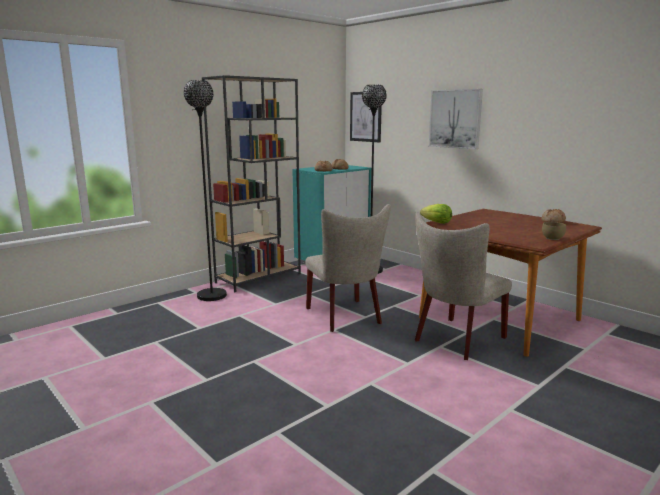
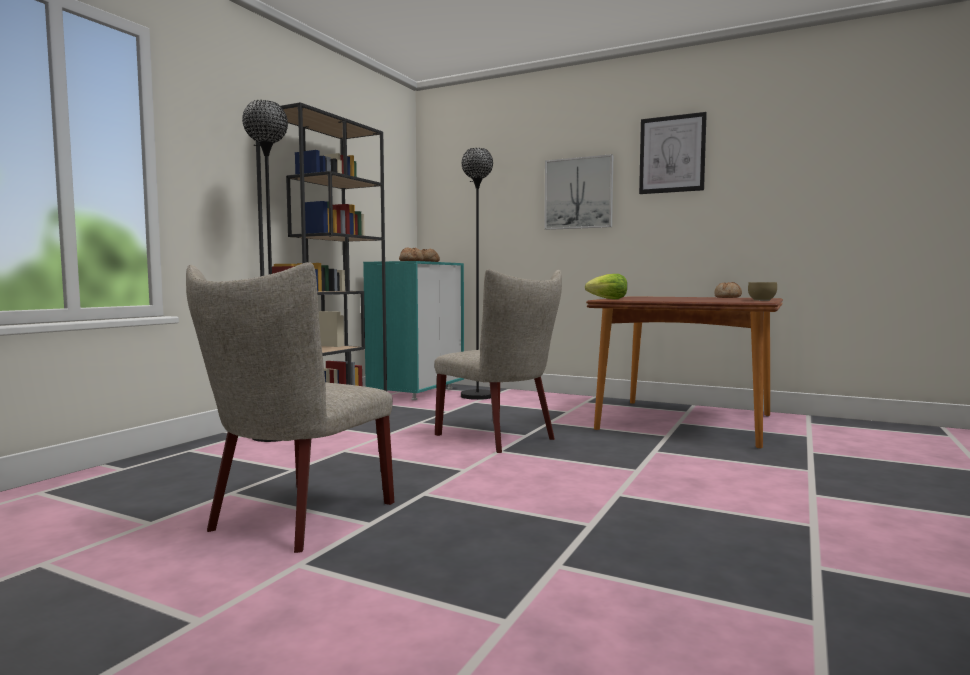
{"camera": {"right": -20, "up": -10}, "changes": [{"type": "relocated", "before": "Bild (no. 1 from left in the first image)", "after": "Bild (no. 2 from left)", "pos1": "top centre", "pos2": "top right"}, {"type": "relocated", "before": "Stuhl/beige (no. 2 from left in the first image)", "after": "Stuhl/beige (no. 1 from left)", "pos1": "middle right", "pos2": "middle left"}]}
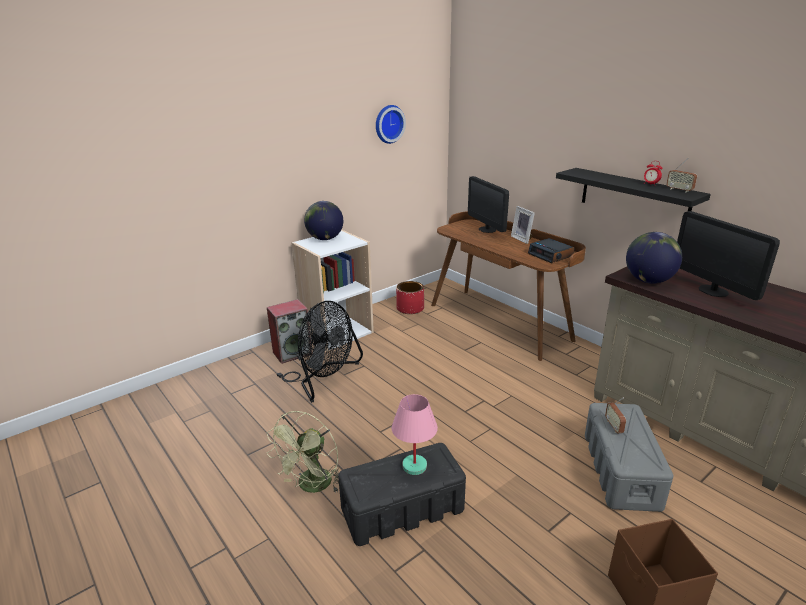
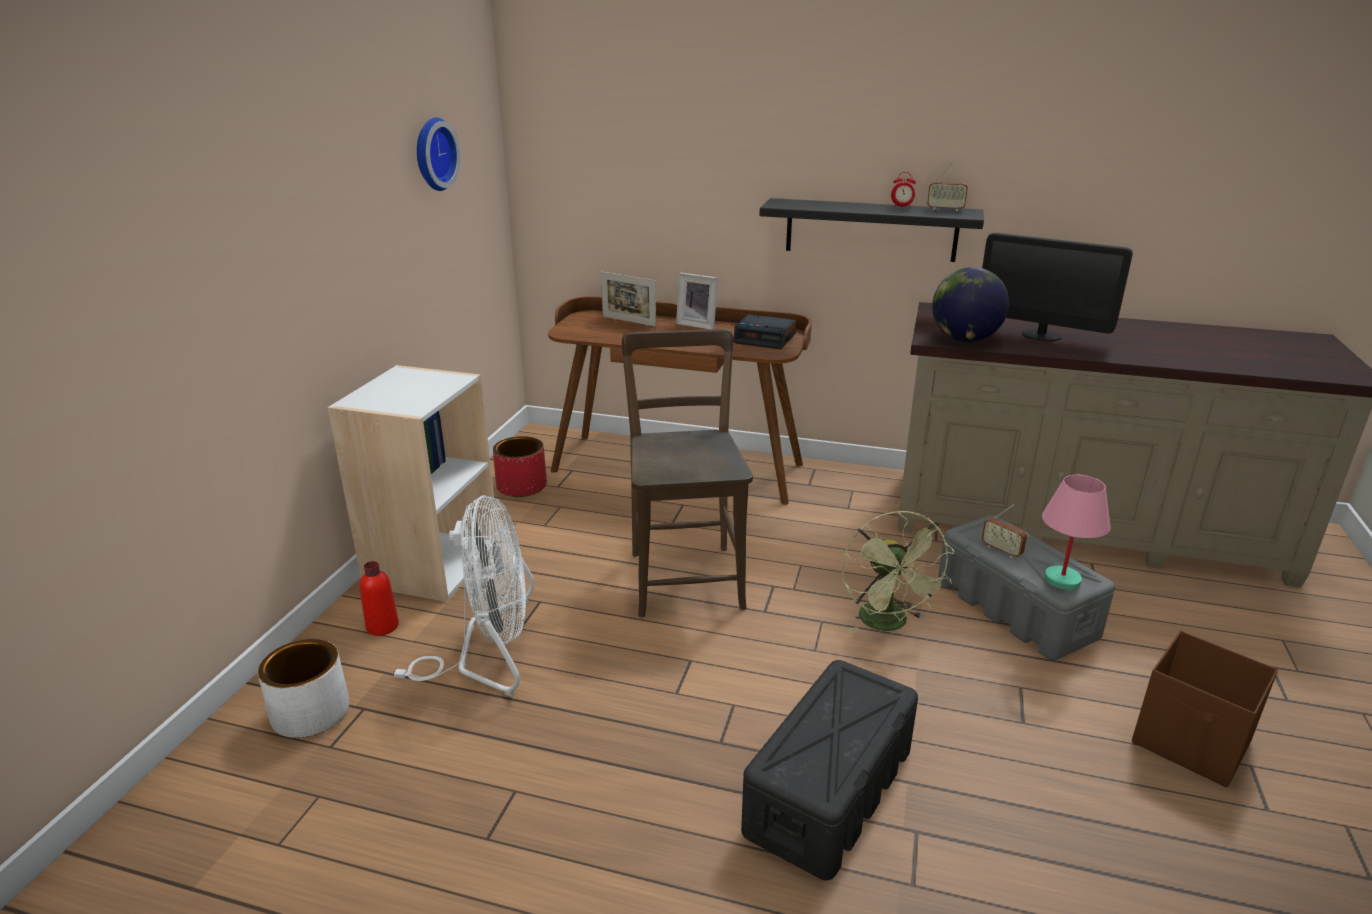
{"camera": {"right": -35, "up": 0}, "changes": [{"type": "exchanged", "before": "Monitor (no. 1 from left)", "after": "Bilderrahmen (no. 1 from left)", "pos1": "centre", "pos2": "top centre"}, {"type": "missing", "before": "Globus (no. 1 from left)", "pos1": "centre"}, {"type": "exchanged", "before": "Lautsprecher", "after": "Flasche/rot", "pos1": "centre", "pos2": "middle left"}, {"type": "colour", "before": "Ventilator/schwarz", "after": "Ventilator/weiß", "pos1": "centre", "pos2": "centre"}, {"type": "relocated", "before": "Tischlampe/rosa", "pos1": "bottom centre", "pos2": "middle right"}, {"type": "relocated", "before": "Ventilator/grün", "pos1": "bottom centre", "pos2": "centre"}, {"type": "appeared", "after": "Stuhl/braun", "pos2": "centre"}, {"type": "appeared", "after": "Pflanzkübel/weiß", "pos2": "bottom left"}]}
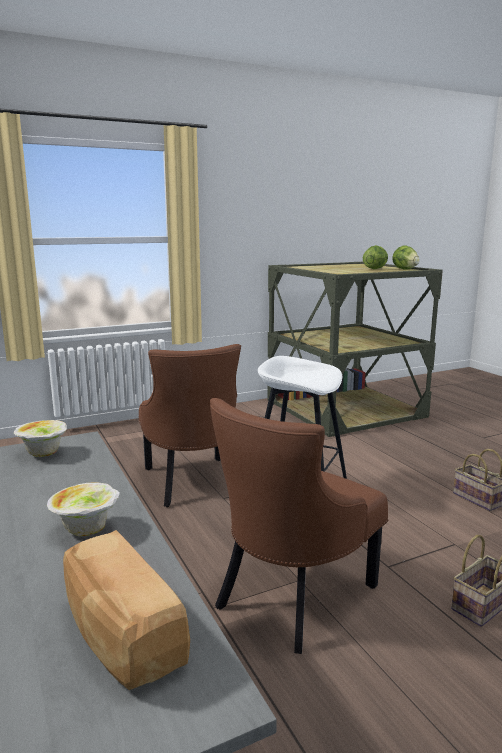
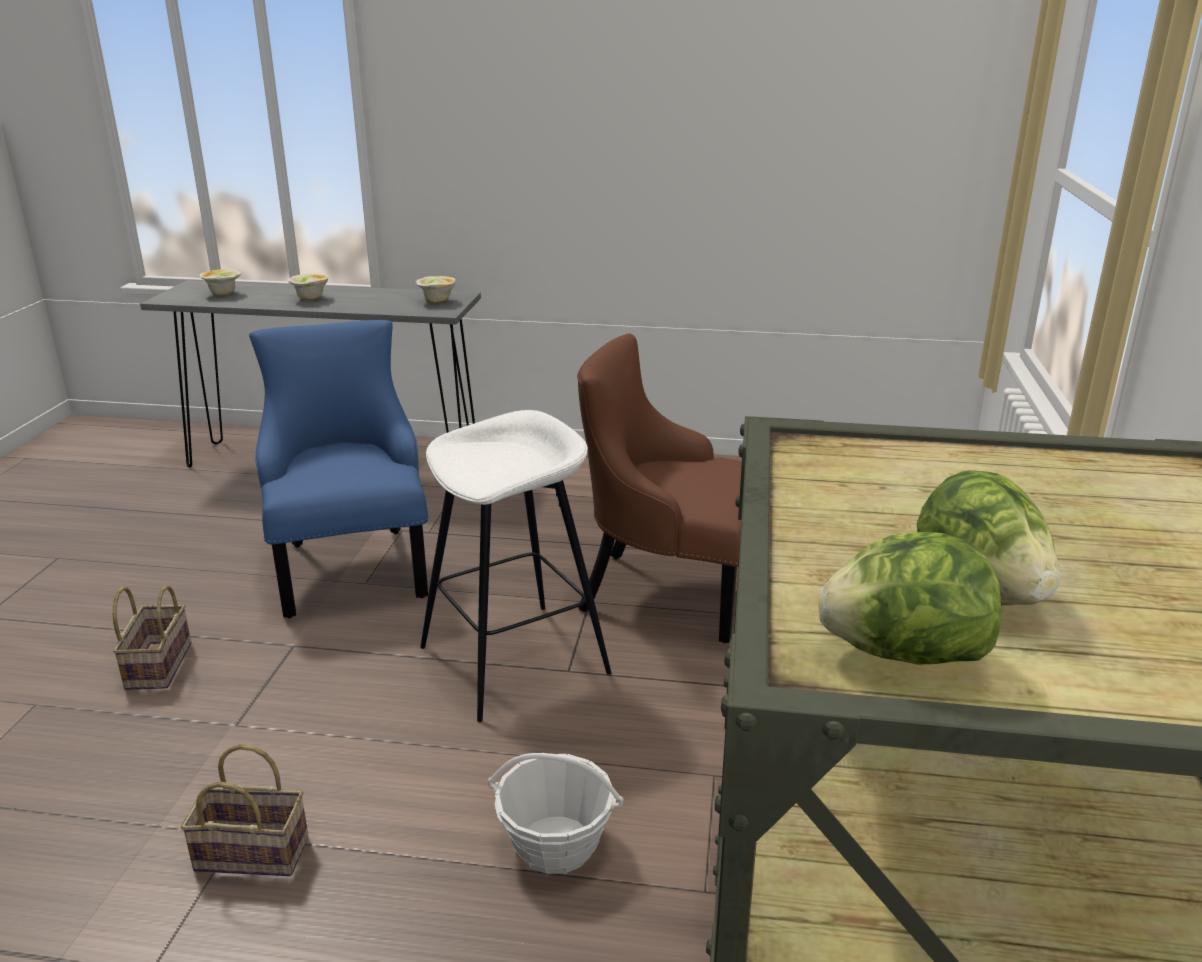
{"camera": {"right": 125, "up": 10}, "changes": [{"type": "colour", "before": "Stuhl/braun (no. 2 from left)", "after": "Stuhl/blau", "pos1": "bottom centre", "pos2": "middle left"}, {"type": "exchanged", "before": "Brot", "after": "Schüssel (no. 1 from left)", "pos1": "bottom left", "pos2": "top left"}, {"type": "appeared", "after": "Korb (no. 3 from left)", "pos2": "bottom centre"}]}
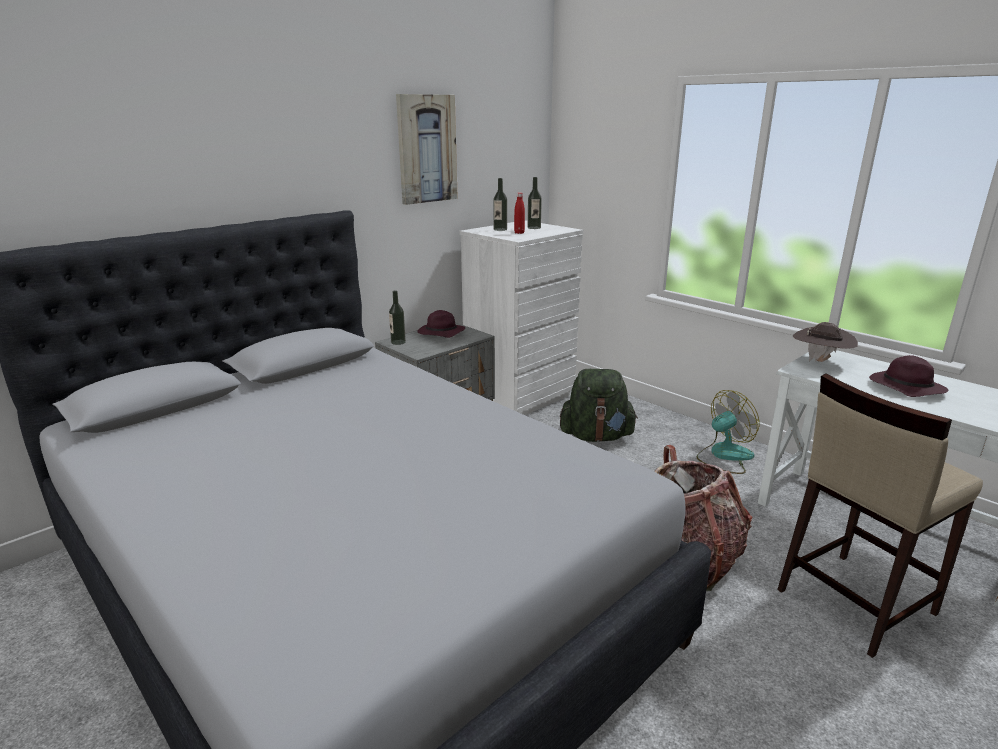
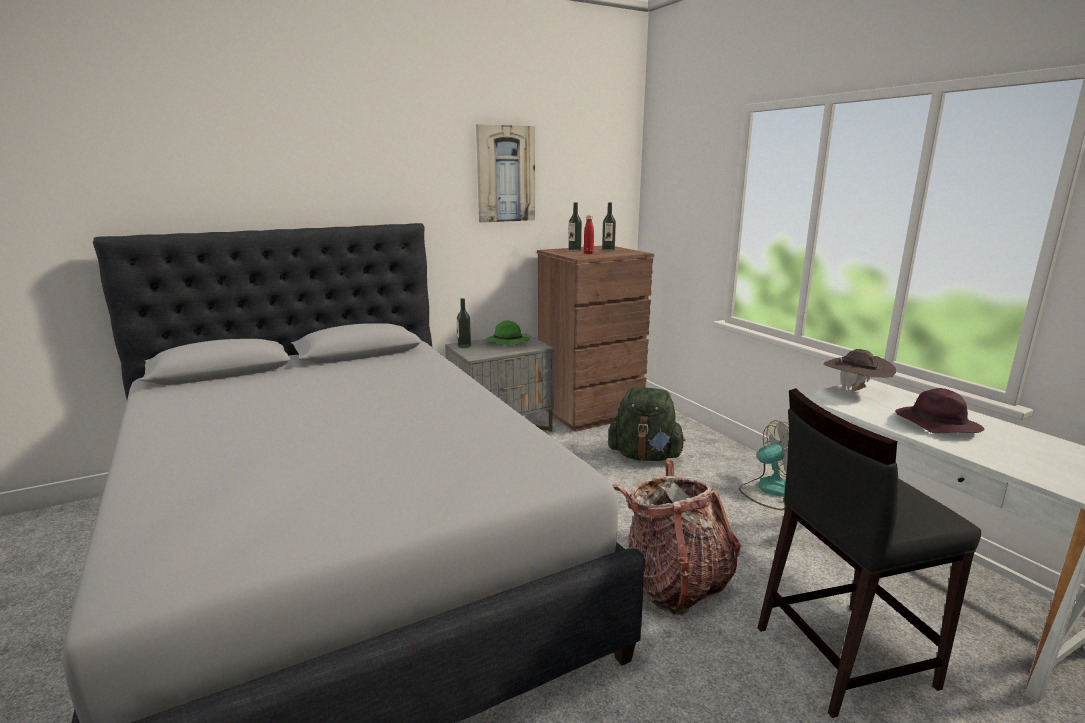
{"camera": {"right": 15, "up": -5}, "changes": [{"type": "colour", "before": "Kommode/weiß", "after": "Kommode/braun", "pos1": "centre", "pos2": "centre"}, {"type": "colour", "before": "Hut/lila (no. 1 from left)", "after": "Hut/grün", "pos1": "centre", "pos2": "centre"}, {"type": "colour", "before": "Hocker/beige", "after": "Hocker/schwarz", "pos1": "bottom right", "pos2": "bottom right"}]}
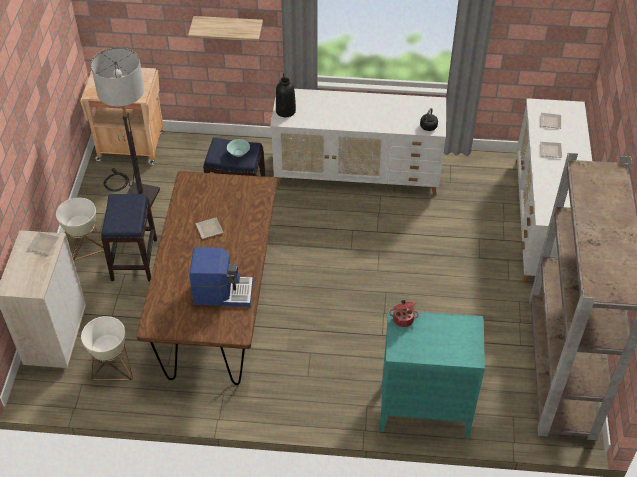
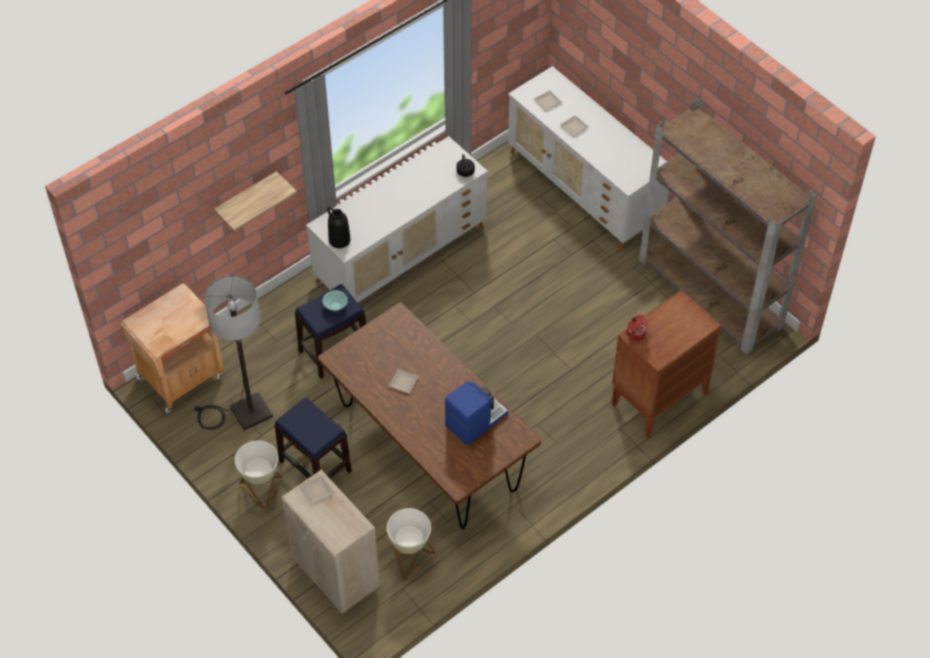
{"camera": {"right": -45, "up": 5}, "changes": [{"type": "colour", "before": "Kommode/türkis", "after": "Kommode/braun", "pos1": "bottom right", "pos2": "middle right"}]}
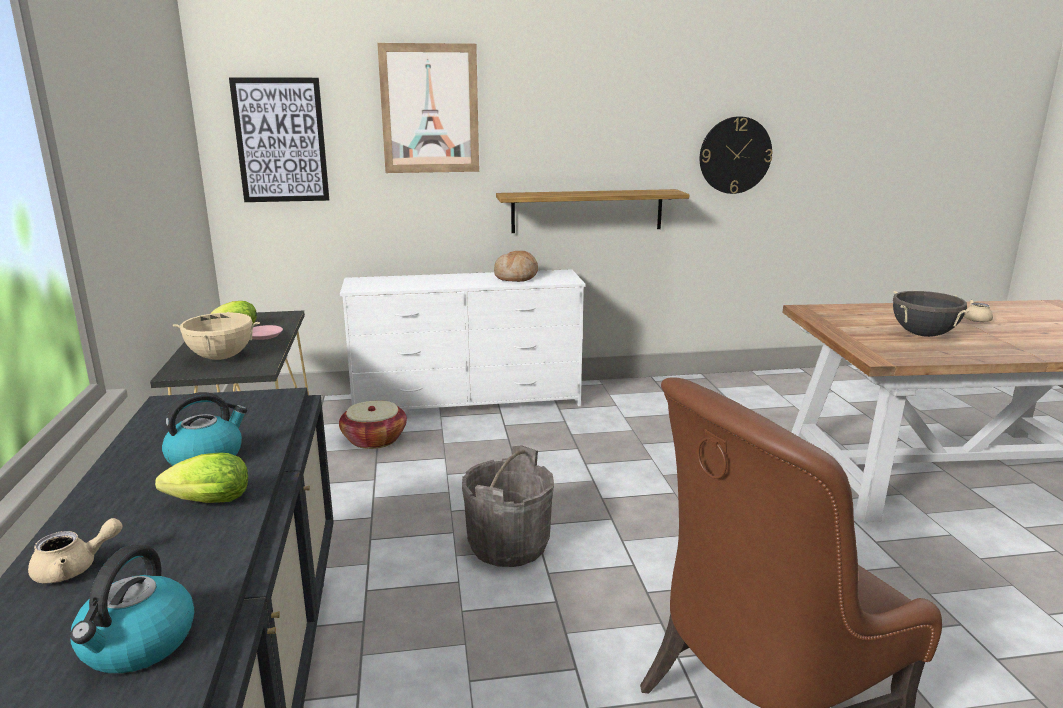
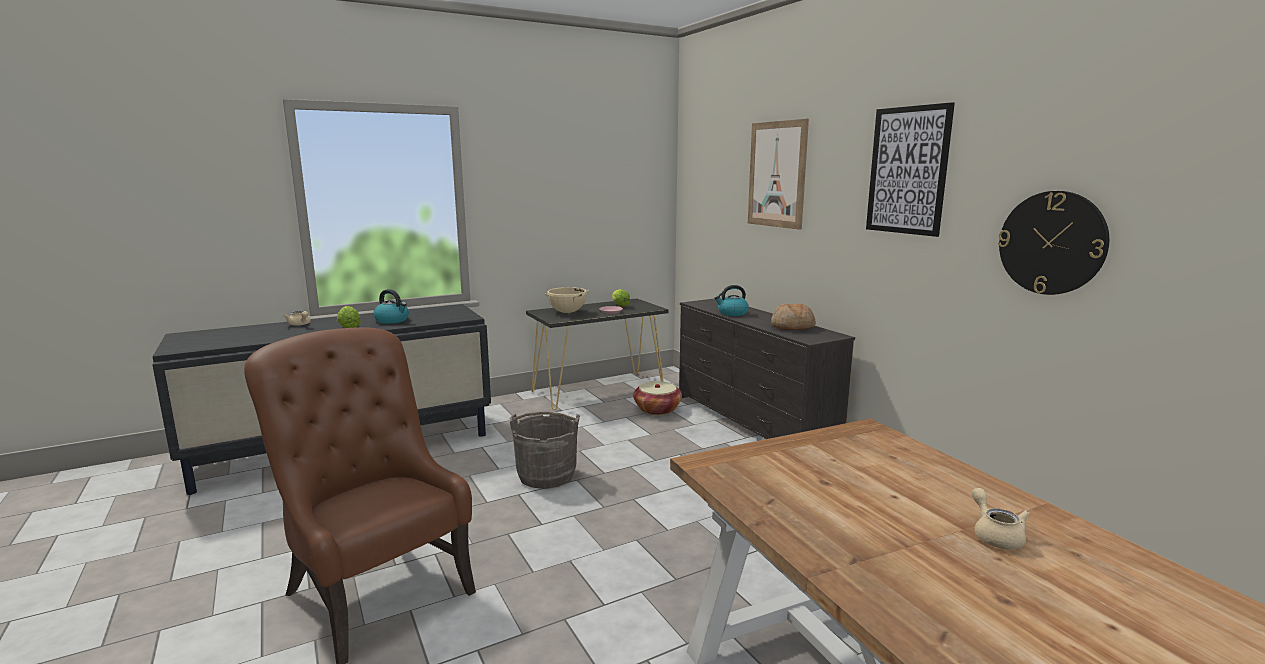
{"camera": {"right": 70, "up": -5}, "changes": [{"type": "relocated", "before": "Bild (no. 1 from left in the first image)", "after": "Bild (no. 2 from left)", "pos1": "top left", "pos2": "top right"}, {"type": "missing", "before": "Wandregal", "pos1": "top centre"}, {"type": "colour", "before": "Kommode/weiß", "after": "Kommode/schwarz", "pos1": "centre", "pos2": "centre"}, {"type": "missing", "before": "Kochtopf/schwarz", "pos1": "middle right"}, {"type": "relocated", "before": "Wasserkessel (no. 1 from left in the first image)", "after": "Wasserkessel (no. 2 from left)", "pos1": "bottom left", "pos2": "centre"}]}
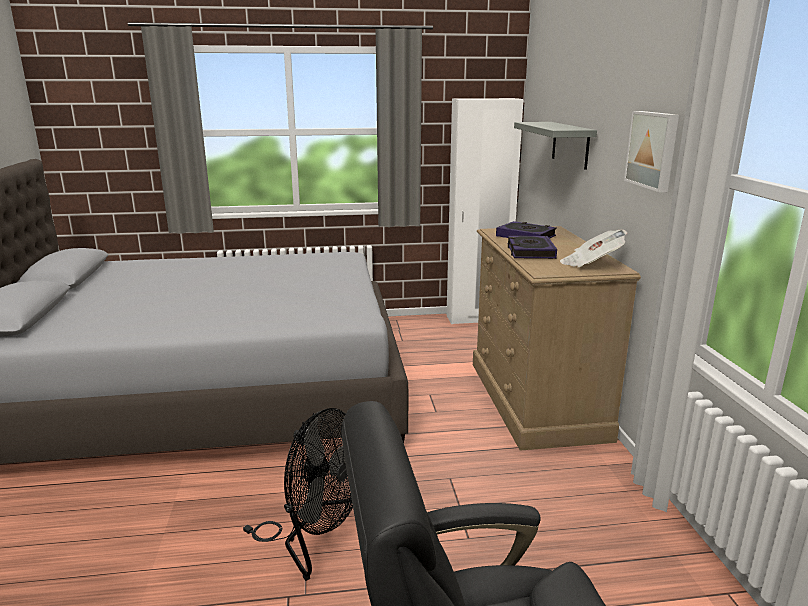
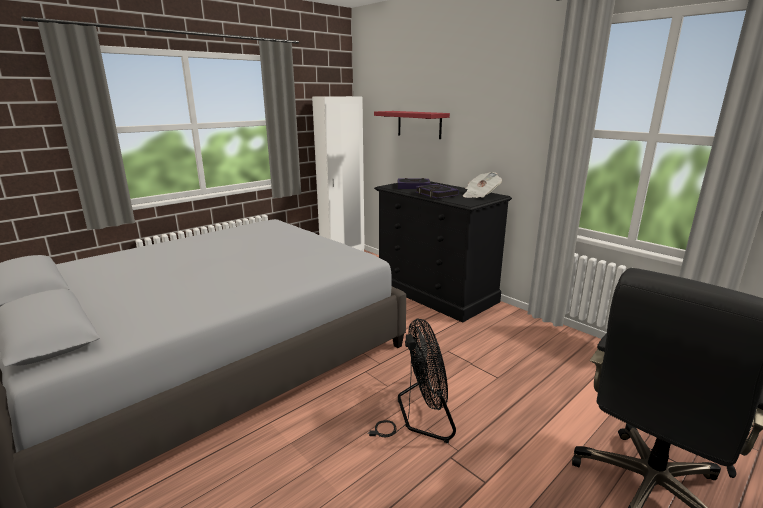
{"camera": {"right": -35, "up": 0}, "changes": [{"type": "missing", "before": "Bild", "pos1": "top right"}, {"type": "colour", "before": "Wandregal/grau", "after": "Wandregal/rot", "pos1": "top right", "pos2": "top centre"}, {"type": "colour", "before": "Kommode/beige", "after": "Kommode/schwarz", "pos1": "middle right", "pos2": "centre"}]}
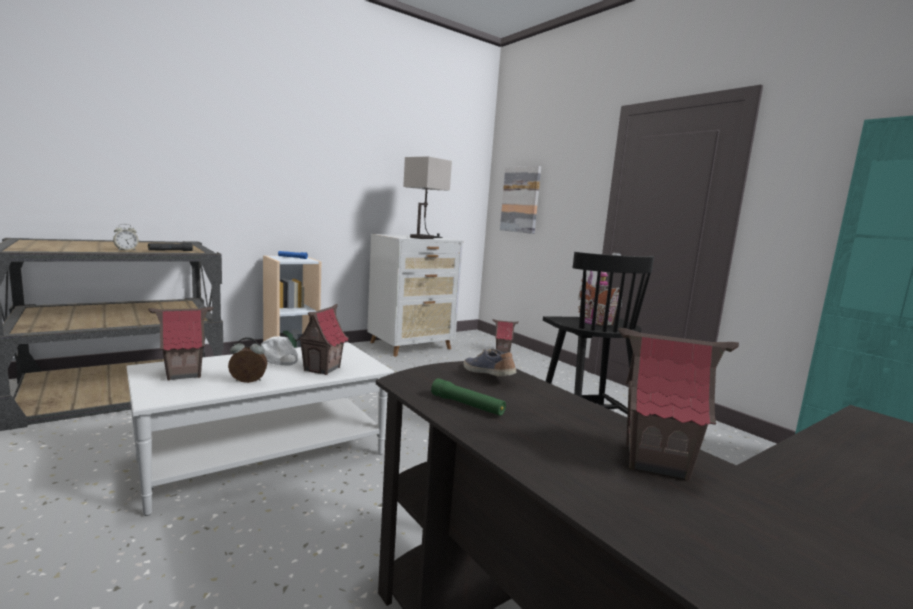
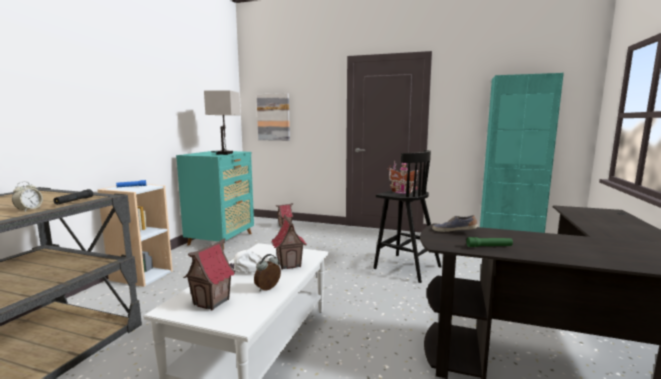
{"camera": {"right": -35, "up": 0}, "changes": [{"type": "colour", "before": "Kommode/weiß", "after": "Kommode/türkis", "pos1": "centre", "pos2": "middle left"}, {"type": "missing", "before": "Spielzeughaus (no. 5 from left)", "pos1": "middle right"}]}
